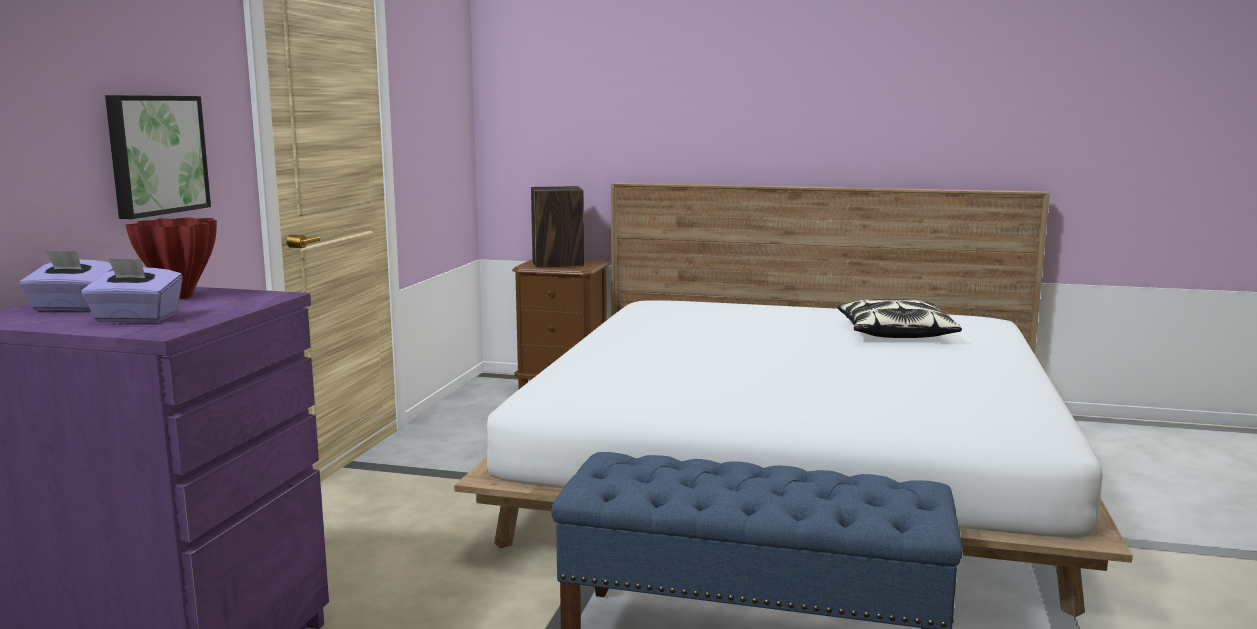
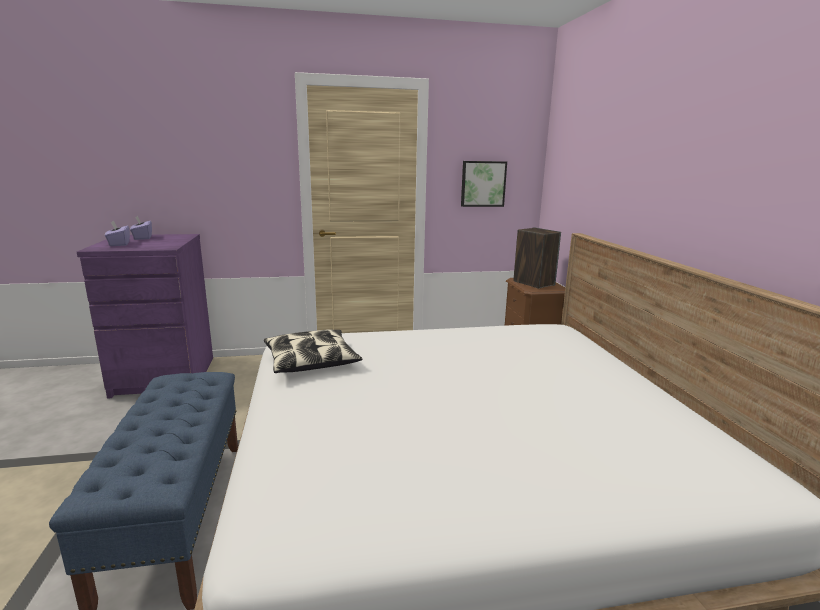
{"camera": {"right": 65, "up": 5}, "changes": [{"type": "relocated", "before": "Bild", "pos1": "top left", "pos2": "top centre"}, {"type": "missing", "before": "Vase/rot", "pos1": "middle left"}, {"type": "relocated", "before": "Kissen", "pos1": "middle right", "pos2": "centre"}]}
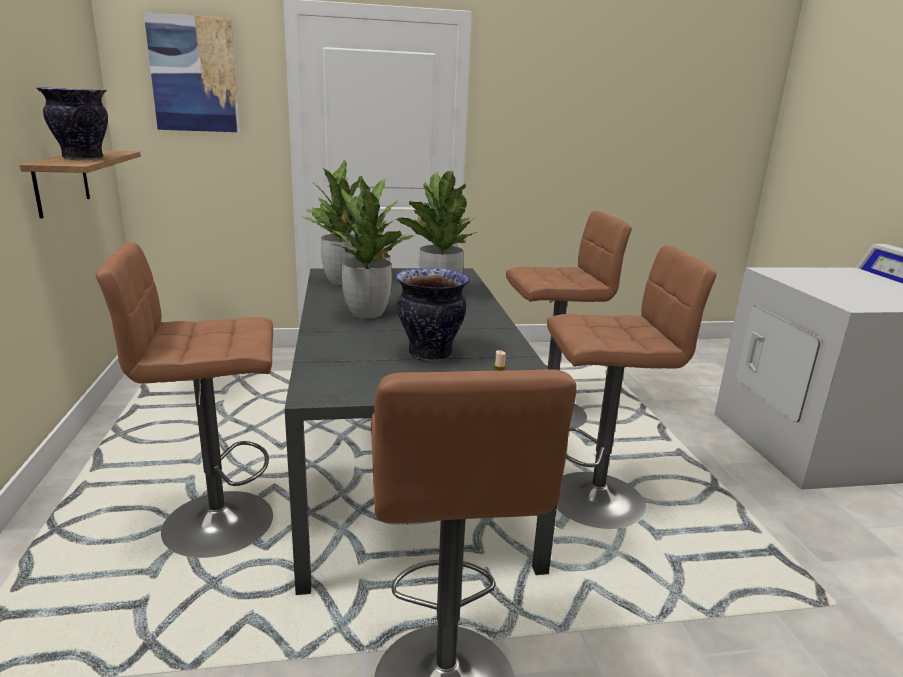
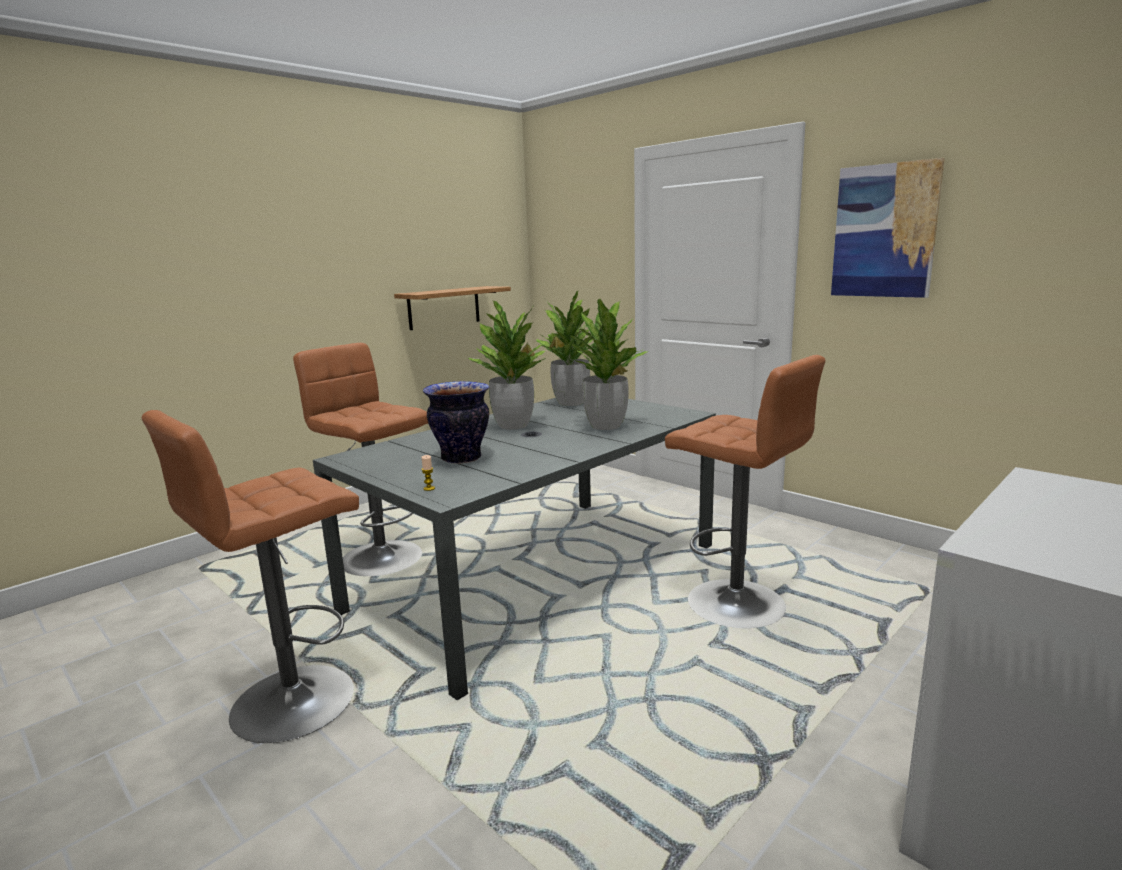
{"camera": {"right": 55, "up": -5}, "changes": [{"type": "relocated", "before": "Bild", "pos1": "top left", "pos2": "top right"}, {"type": "missing", "before": "Vase (no. 1 from left)", "pos1": "top left"}, {"type": "missing", "before": "Hocker/braun (no. 4 from left)", "pos1": "middle right"}]}
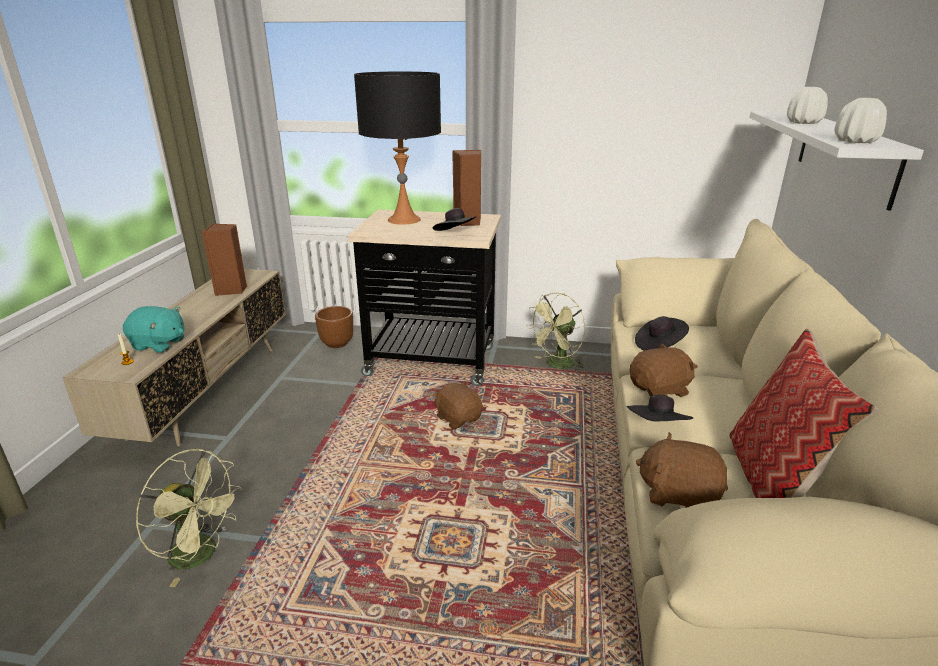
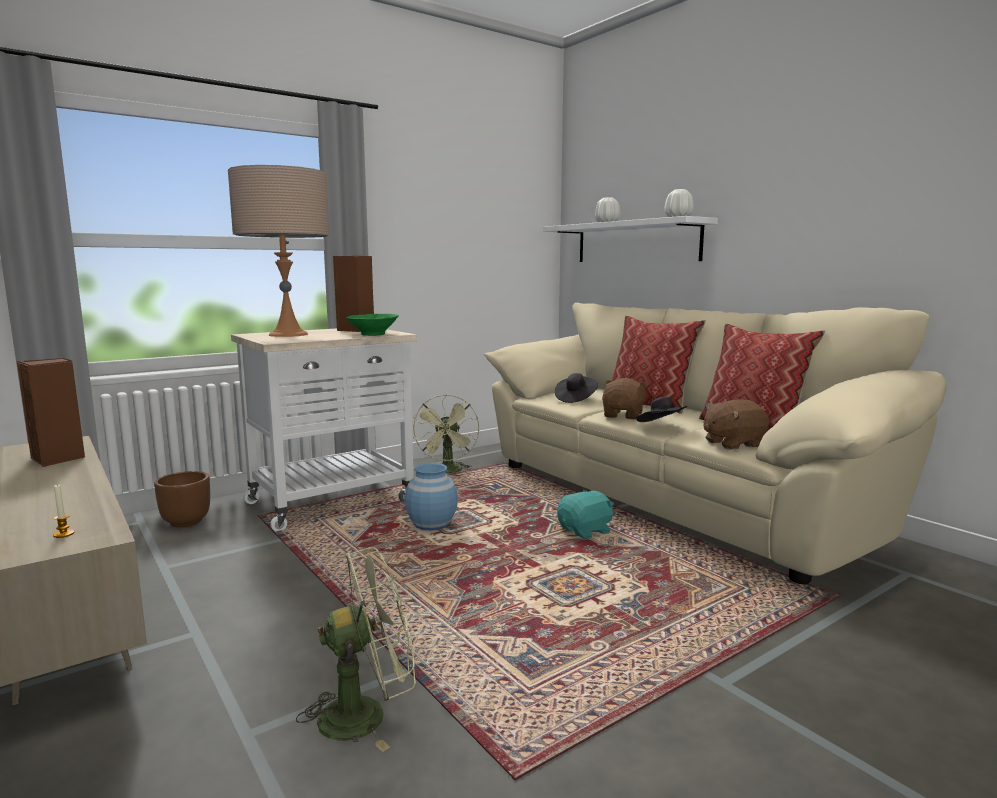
{"camera": {"right": -45, "up": -15}, "changes": [{"type": "colour", "before": "Tischlampe/schwarz", "after": "Tischlampe/beige", "pos1": "top centre", "pos2": "top left"}, {"type": "exchanged", "before": "Hut/schwarz (no. 1 from left)", "after": "Schüssel/grün", "pos1": "top centre", "pos2": "centre"}, {"type": "colour", "before": "Rollwagen/schwarz", "after": "Rollwagen/weiß", "pos1": "centre", "pos2": "middle left"}, {"type": "relocated", "before": "Plüschtier/türkis", "pos1": "middle left", "pos2": "centre"}, {"type": "exchanged", "before": "Plüschtier/braun (no. 1 from left)", "after": "Vase/blau", "pos1": "centre", "pos2": "centre"}, {"type": "appeared", "after": "Kissen (no. 1 from left)", "pos2": "centre"}]}
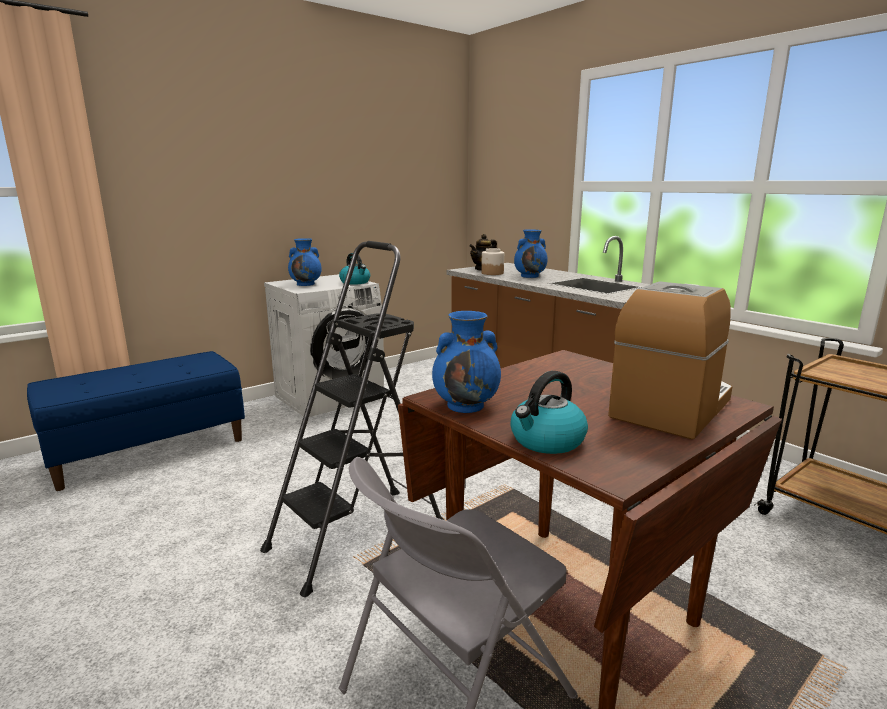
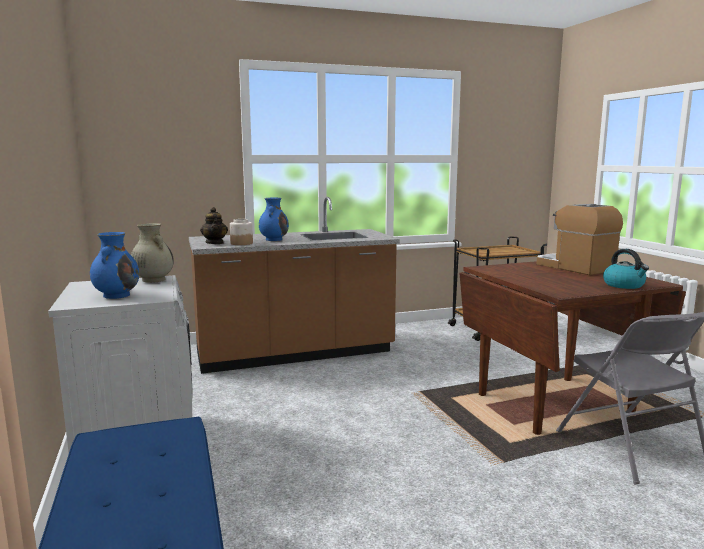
{"camera": {"right": -70, "up": -5}, "changes": [{"type": "missing", "before": "Trittleiter", "pos1": "centre"}, {"type": "exchanged", "before": "Wasserkessel (no. 1 from left)", "after": "Vase/beige", "pos1": "centre", "pos2": "middle left"}, {"type": "missing", "before": "Vase/blau (no. 2 from left)", "pos1": "centre"}]}
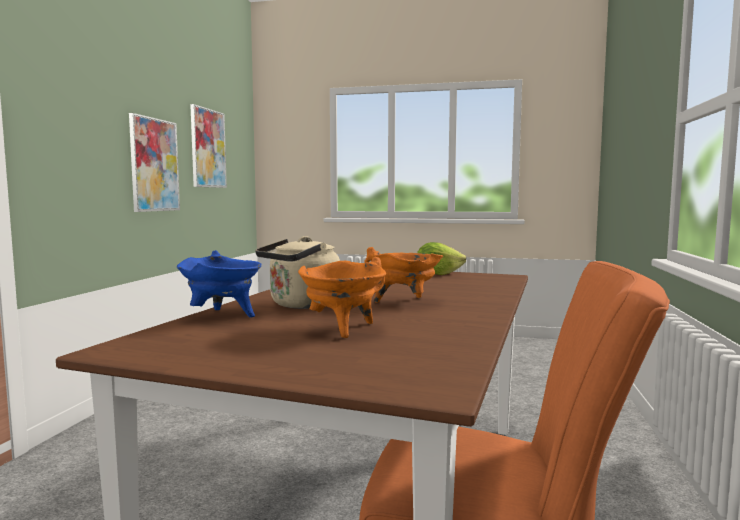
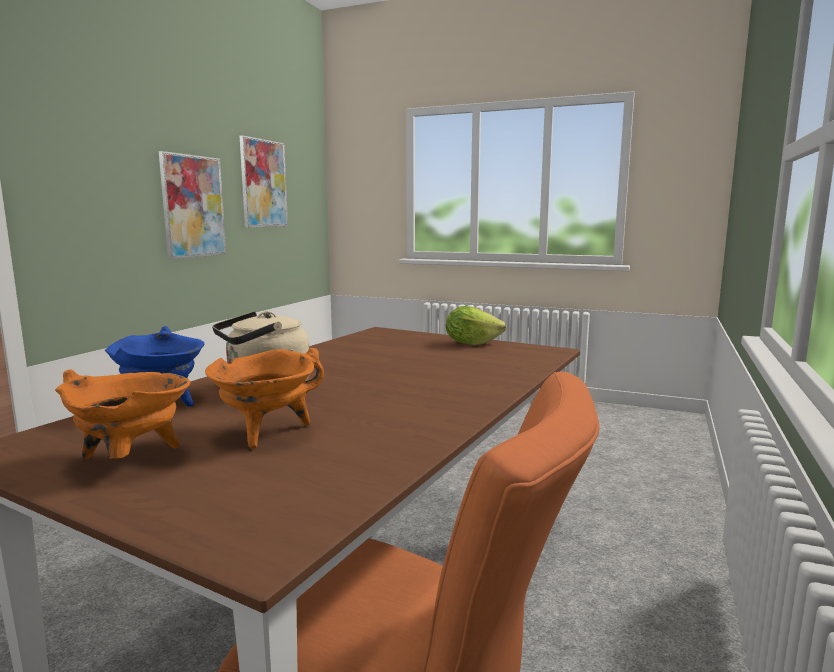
{"camera": {"right": 10, "up": 5}, "changes": [{"type": "relocated", "before": "Kochtopf/orange (no. 2 from left in the first image)", "after": "Kochtopf/orange (no. 1 from left)", "pos1": "centre", "pos2": "middle left"}]}
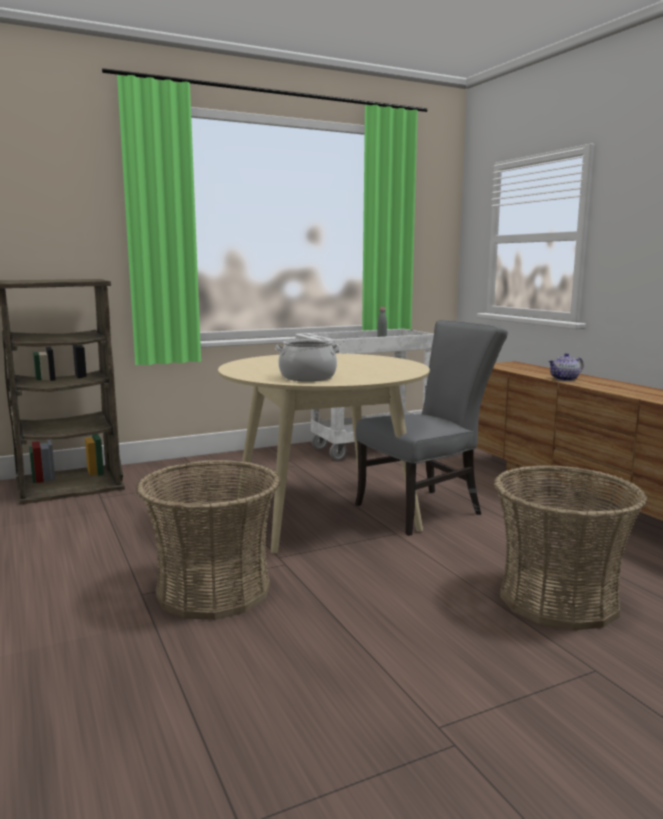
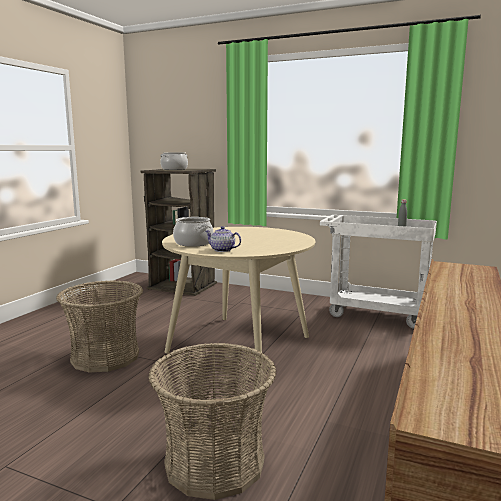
{"camera": {"right": 50, "up": 0}, "changes": [{"type": "missing", "before": "Stuhl/grau", "pos1": "centre"}, {"type": "relocated", "before": "Teekanne", "pos1": "middle right", "pos2": "centre"}, {"type": "appeared", "after": "Kochtopf (no. 1 from left)", "pos2": "top centre"}]}
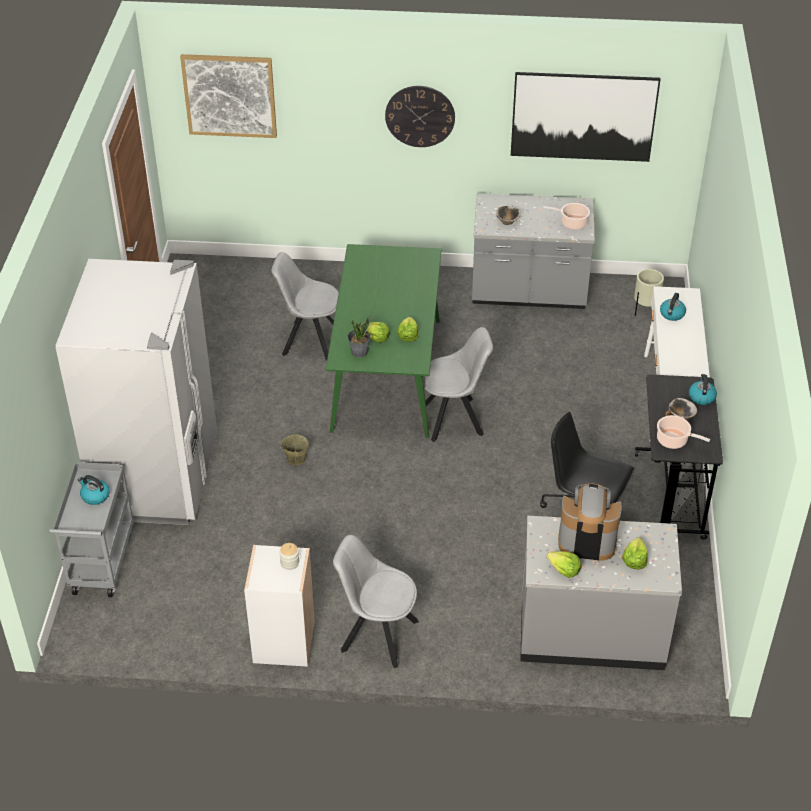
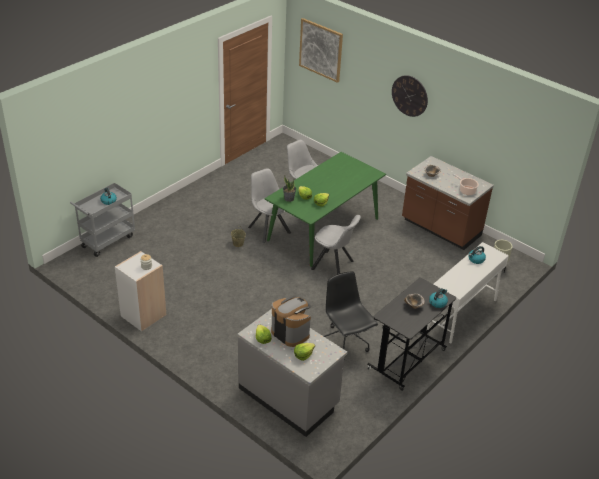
{"camera": {"right": 35, "up": -5}, "changes": [{"type": "missing", "before": "Bild (no. 2 from left)", "pos1": "top right"}, {"type": "colour", "before": "Küchenzeile/grau (no. 1 from left)", "after": "Küchenzeile/braun", "pos1": "top centre", "pos2": "middle right"}, {"type": "missing", "before": "Kühlschrank/weiß", "pos1": "middle left"}, {"type": "missing", "before": "Kochtopf (no. 2 from left)", "pos1": "middle right"}, {"type": "relocated", "before": "Stuhl/grau (no. 2 from left in the first image)", "after": "Stuhl/grau (no. 1 from left)", "pos1": "bottom centre", "pos2": "centre"}]}
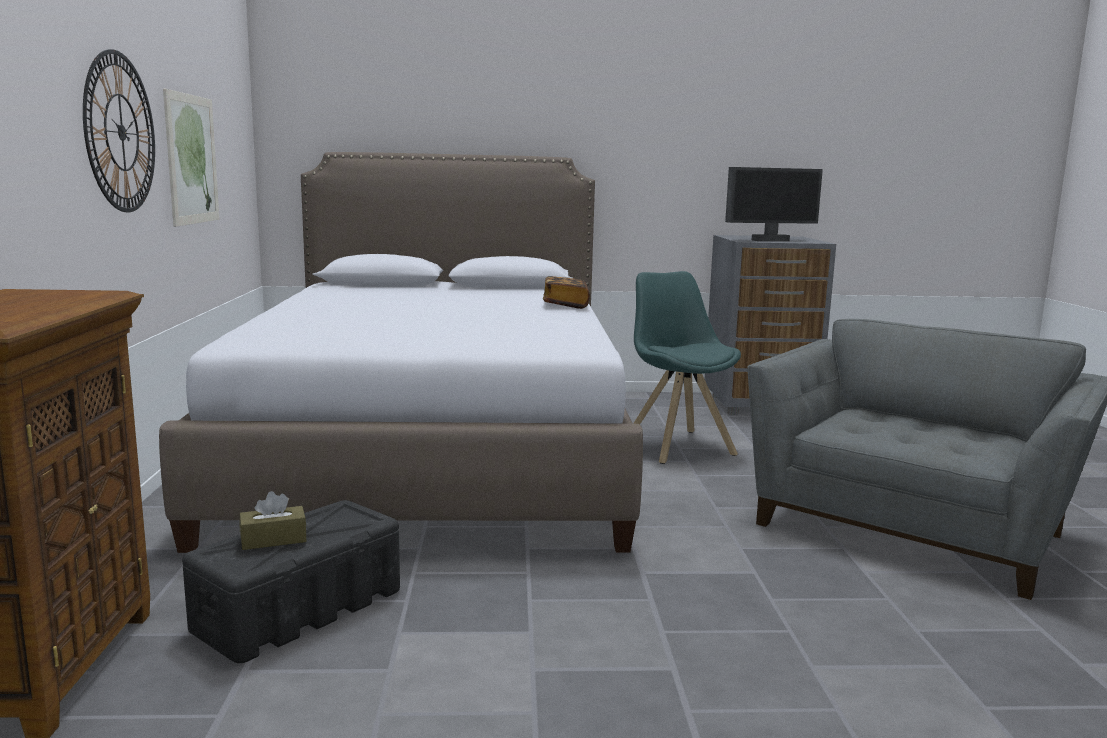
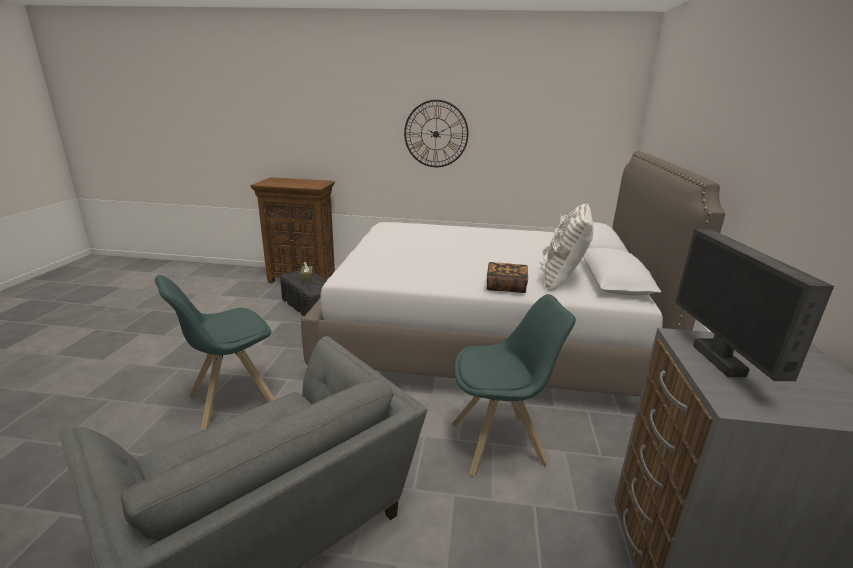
{"camera": {"right": 100, "up": 10}, "changes": [{"type": "missing", "before": "Bild", "pos1": "top left"}, {"type": "appeared", "after": "Kissen/weiß", "pos2": "centre"}, {"type": "appeared", "after": "Stuhl/türkis (no. 1 from left)", "pos2": "middle left"}]}
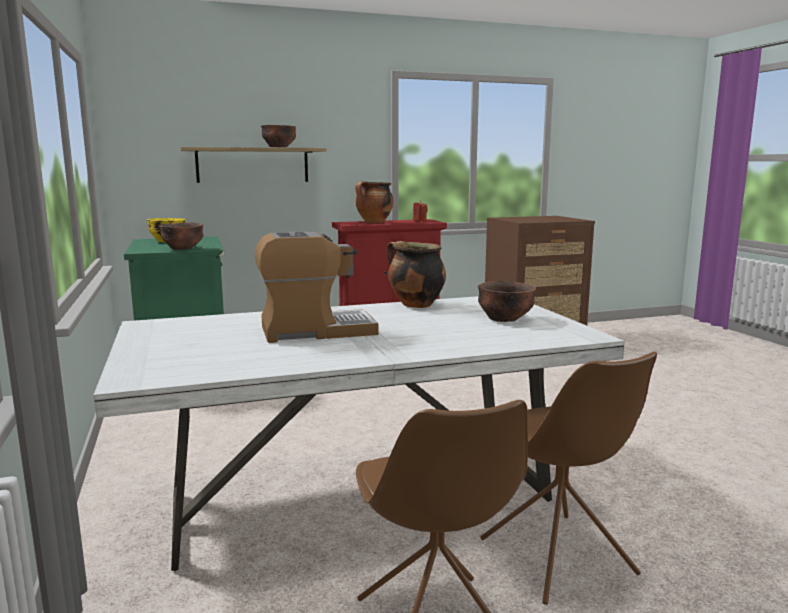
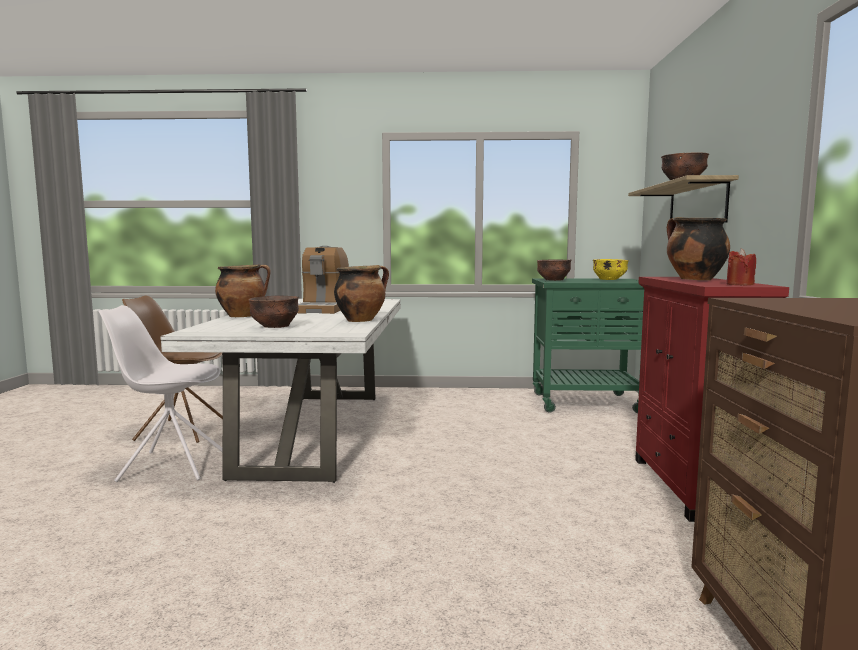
{"camera": {"right": 110, "up": -5}, "changes": [{"type": "colour", "before": "Stuhl/braun (no. 2 from left)", "after": "Stuhl/weiß", "pos1": "bottom right", "pos2": "middle left"}, {"type": "appeared", "after": "Kochtopf (no. 1 from left)", "pos2": "middle left"}]}
